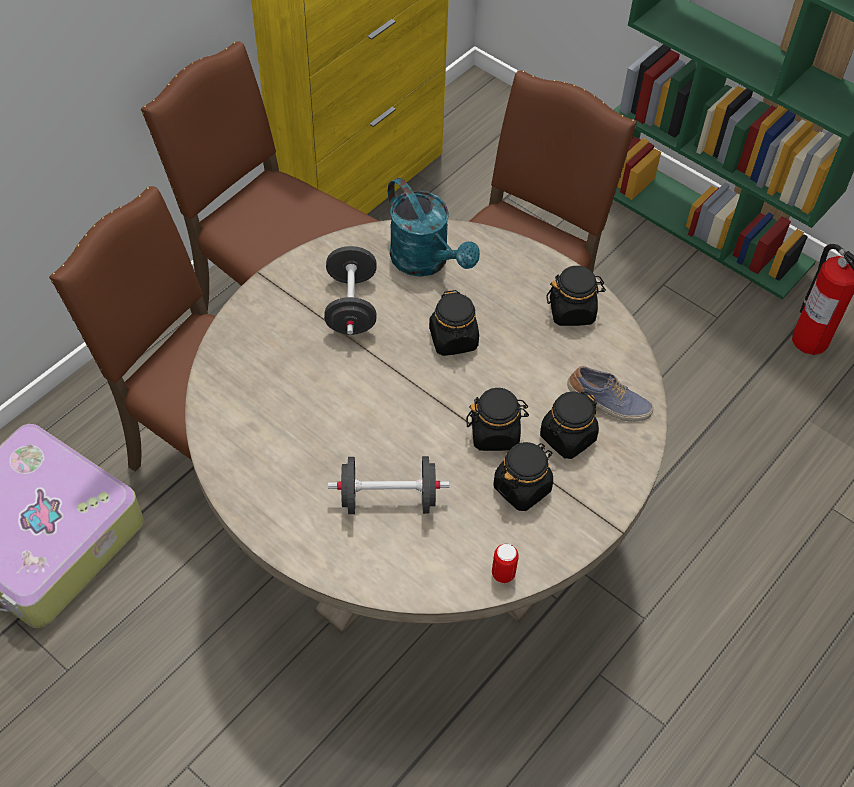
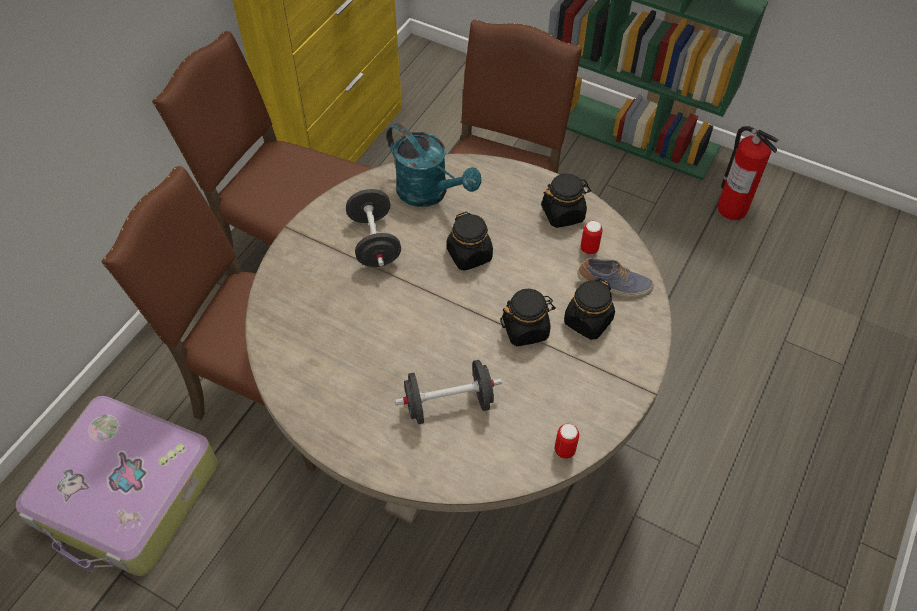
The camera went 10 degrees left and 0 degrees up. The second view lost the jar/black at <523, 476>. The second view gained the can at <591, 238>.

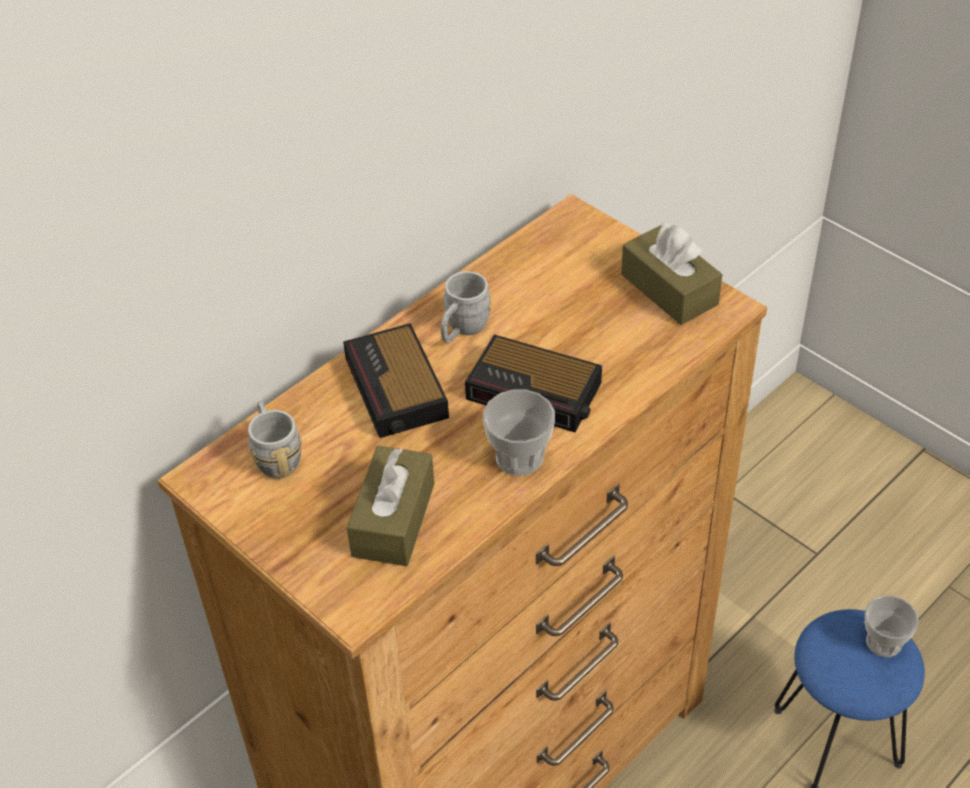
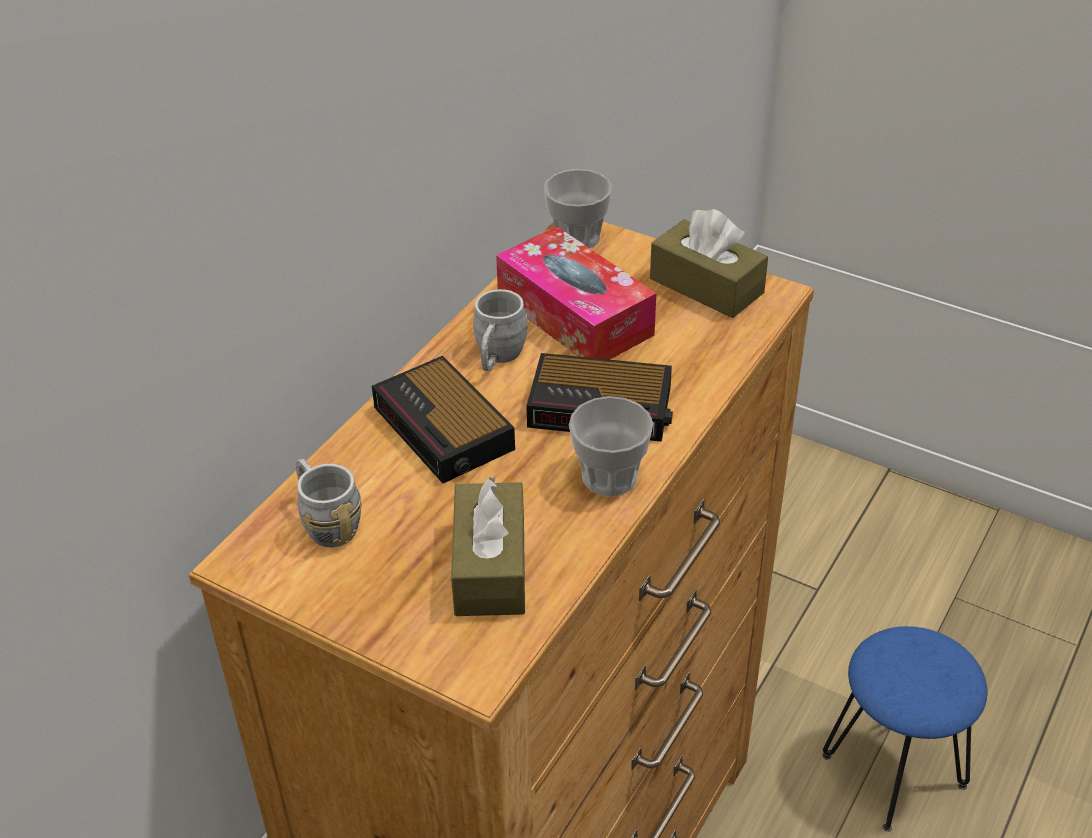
The camera went 15 degrees left and 5 degrees down. The cup ended up elsewhere, having gone from <892, 626> to <578, 208>. The second view gained the tissue box at <576, 293>.

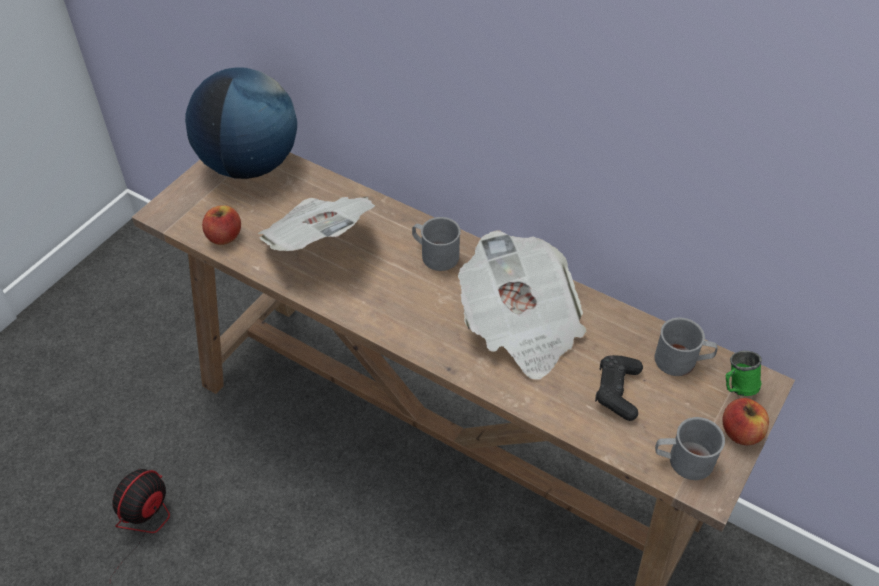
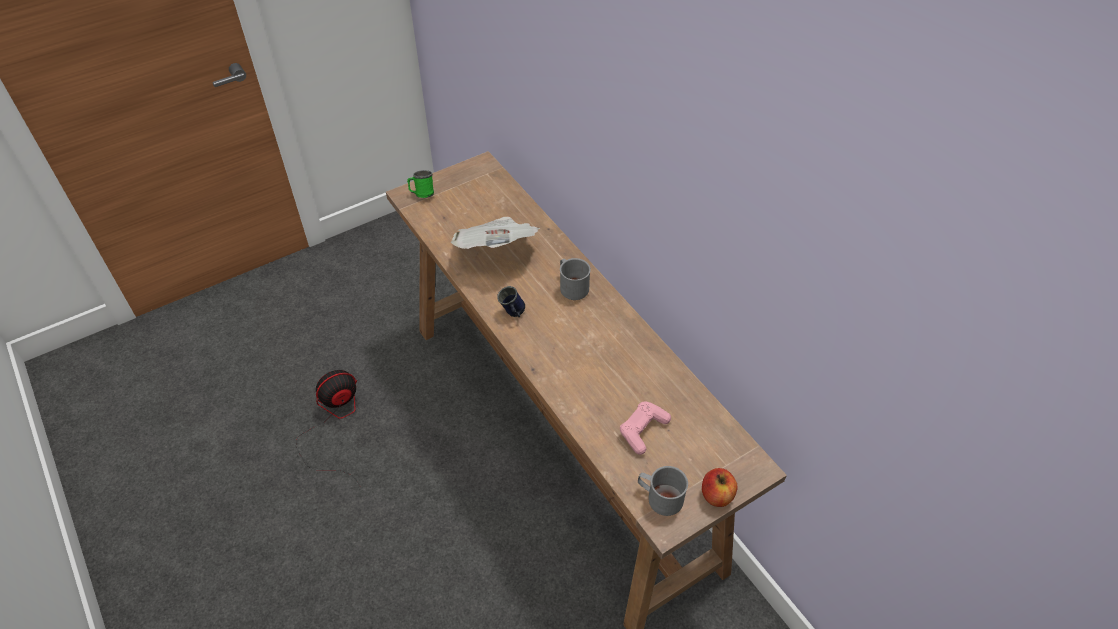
The camera went 25 degrees right and 0 degrees up. The second view lost the globe at <241, 123>. The second view lost the apple at <221, 225>. The second view lost the newspaper at <522, 305>. What was the game controller/black at <619, 388> turned into the game controller/pink at <645, 428>. The second view lost the mug/grey at <686, 346>. The mug/green ended up elsewhere, having gone from <744, 373> to <420, 184>. The second view gained the mug/blue at <511, 301>.

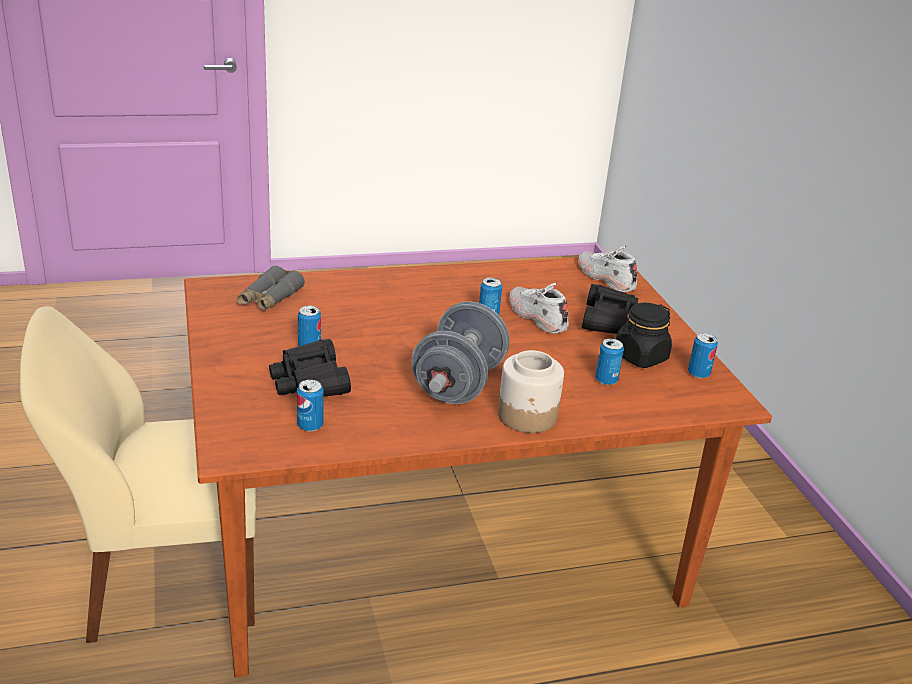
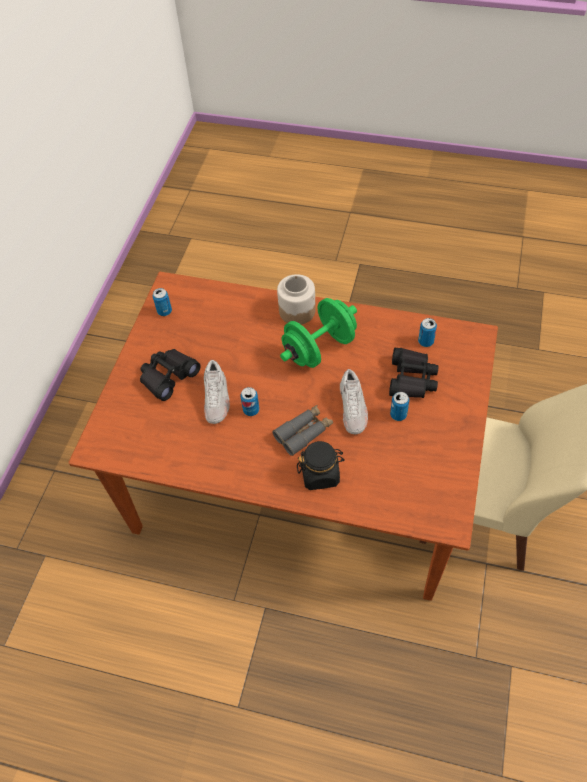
The camera went 145 degrees left and 25 degrees up. The binoculars/grey ended up elsewhere, having gone from <271, 288> to <303, 430>. What was the dumbbell/grey at <460, 352> turned into the dumbbell/green at <318, 333>. The shoe/white ended up elsewhere, having gone from <608, 269> to <354, 401>. The second view lost the can at <609, 362>. The jar/black ended up elsewhere, having gone from <644, 335> to <321, 465>.

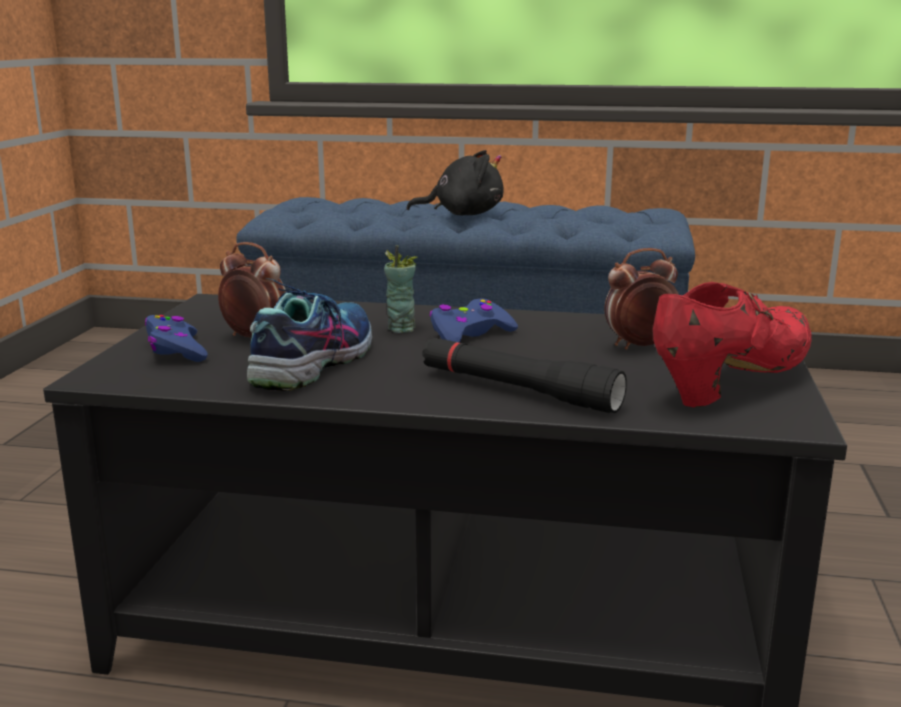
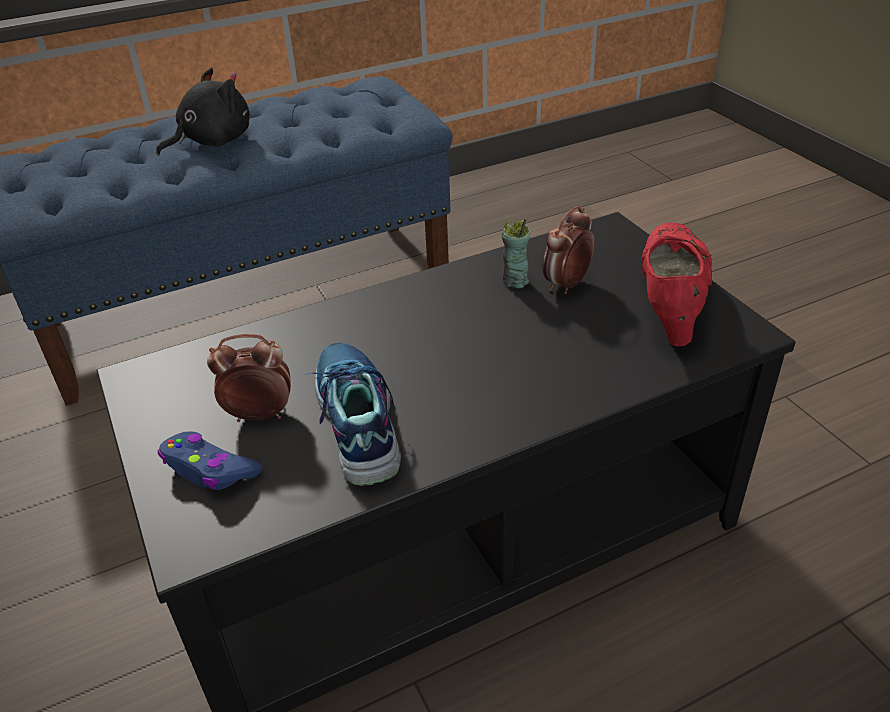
The camera went 35 degrees left and 20 degrees up. The cup ended up elsewhere, having gone from <401, 289> to <516, 253>. The second view lost the flashlight/black at <524, 375>. The second view lost the game controller/blue at <473, 320>.

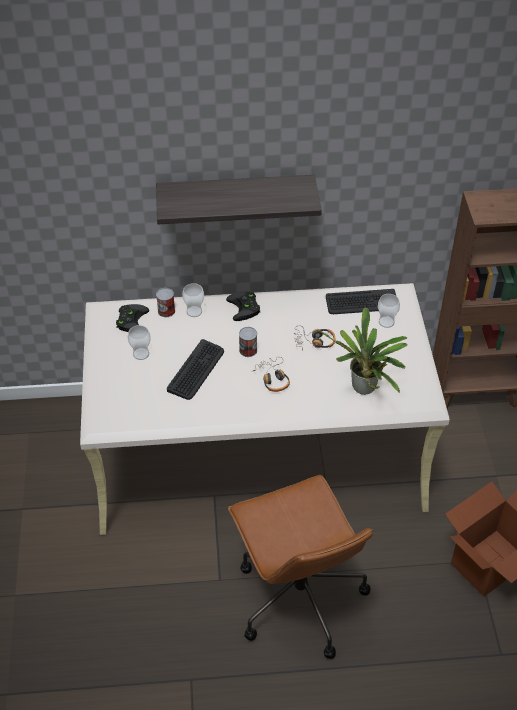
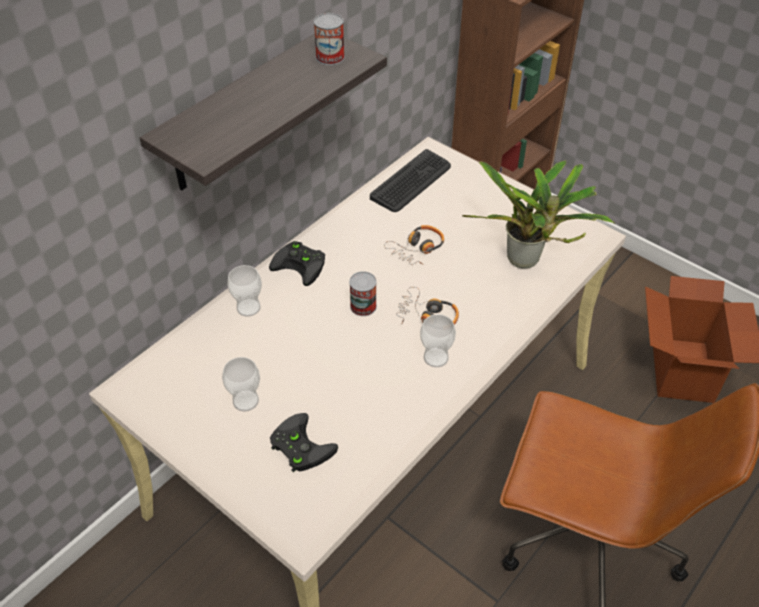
The camera went 45 degrees left and 0 degrees up. The game controller/black ended up elsewhere, having gone from <132, 318> to <304, 442>. The can ended up elsewhere, having gone from <165, 302> to <329, 39>. The second view lost the keyboard at <195, 369>. The cup ended up elsewhere, having gone from <389, 311> to <438, 340>.

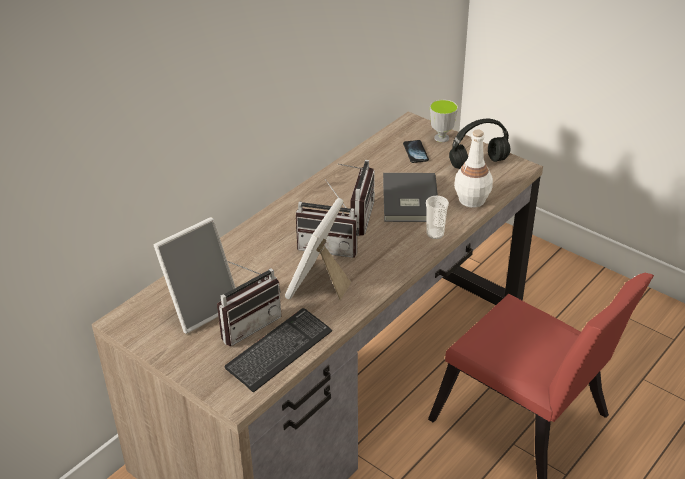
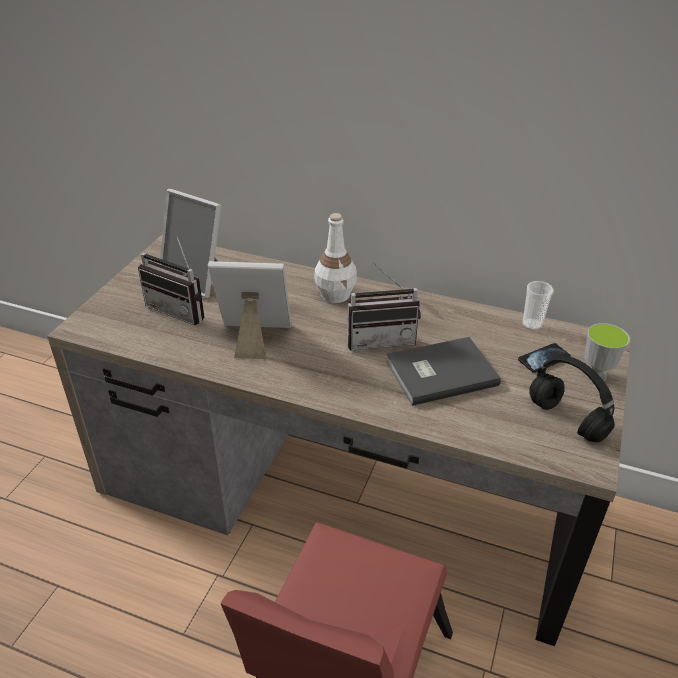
The camera went 70 degrees right and 0 degrees up. The second view lost the keyboard at <278, 350>. The second view lost the radio at <327, 218>. The cup ended up elsewhere, having gone from <437, 217> to <537, 305>. The bottle/white ended up elsewhere, having gone from <473, 168> to <335, 258>.

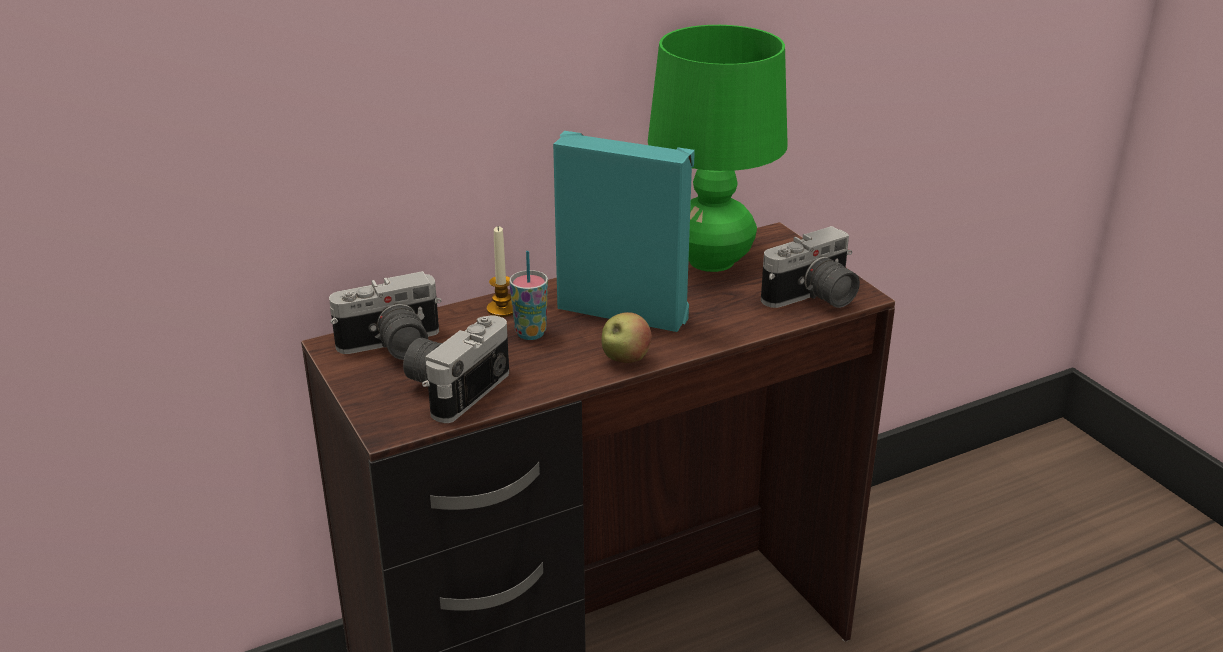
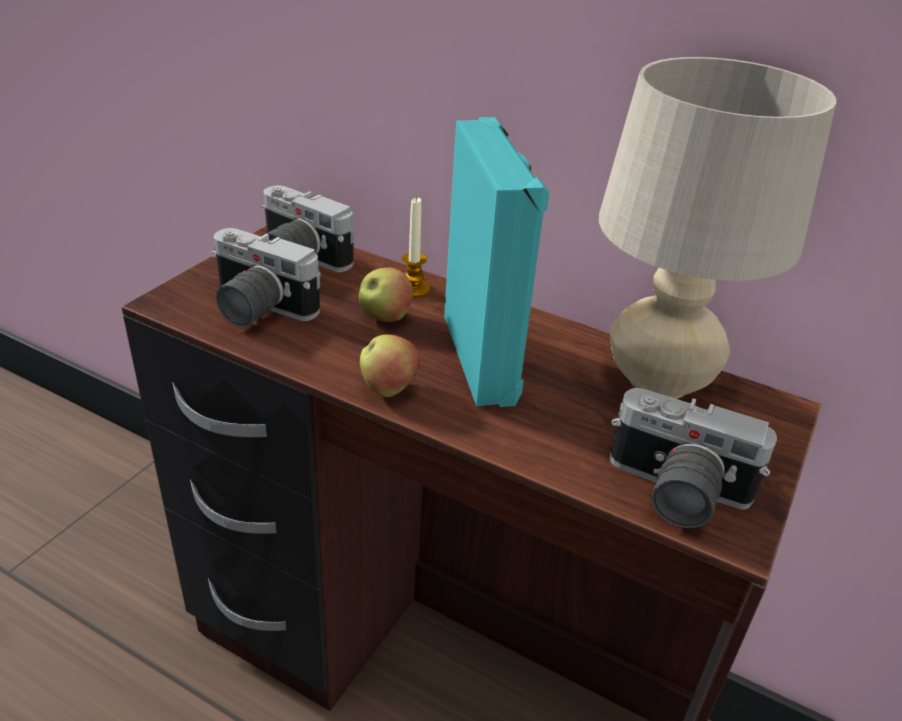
The camera went 55 degrees right and 5 degrees up. The photo camera at <456, 369> ended up facing another way, 150 degrees counterclockwise from before. Where the cup stood at <528, 295>, the apple came to stand at <386, 294>. What was the table lamp/green at <718, 148> turned into the table lamp/beige at <717, 228>.

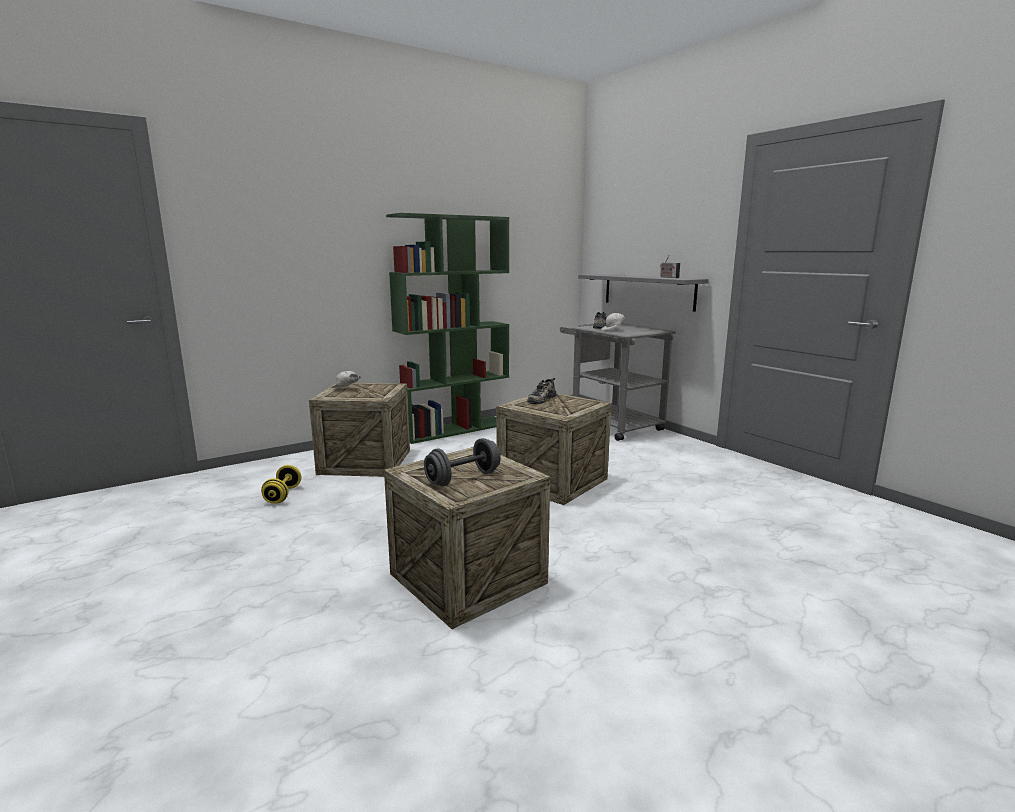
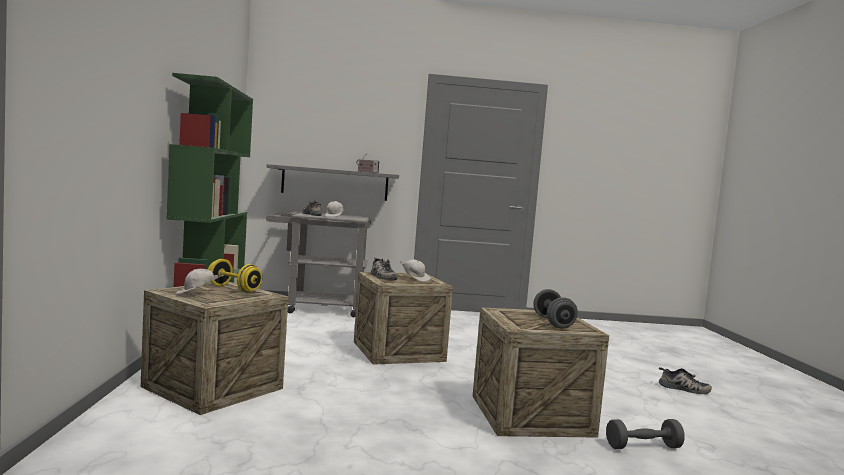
The camera went 60 degrees left and 10 degrees down. The dumbbell/yellow ended up elsewhere, having gone from <281, 484> to <235, 276>. The second view gained the cap/white at <415, 270>. The second view gained the dumbbell/grey at <645, 434>. The second view gained the shoe at <685, 380>.

